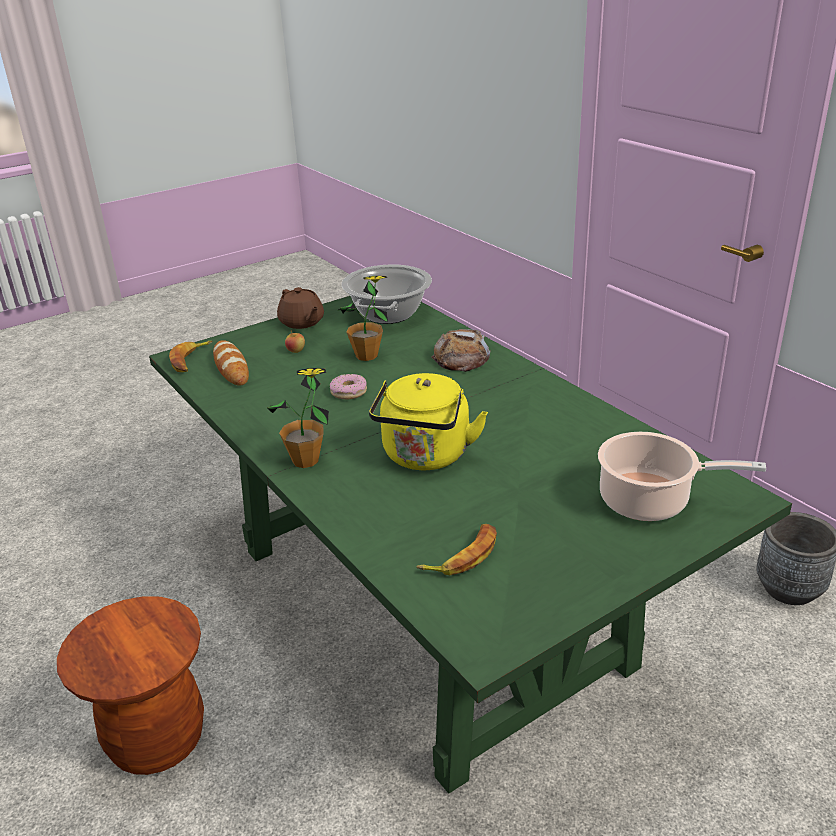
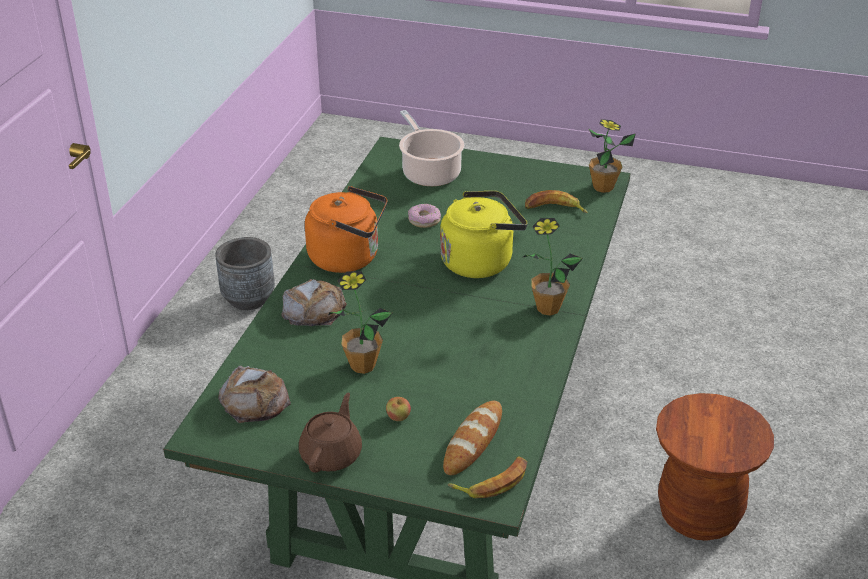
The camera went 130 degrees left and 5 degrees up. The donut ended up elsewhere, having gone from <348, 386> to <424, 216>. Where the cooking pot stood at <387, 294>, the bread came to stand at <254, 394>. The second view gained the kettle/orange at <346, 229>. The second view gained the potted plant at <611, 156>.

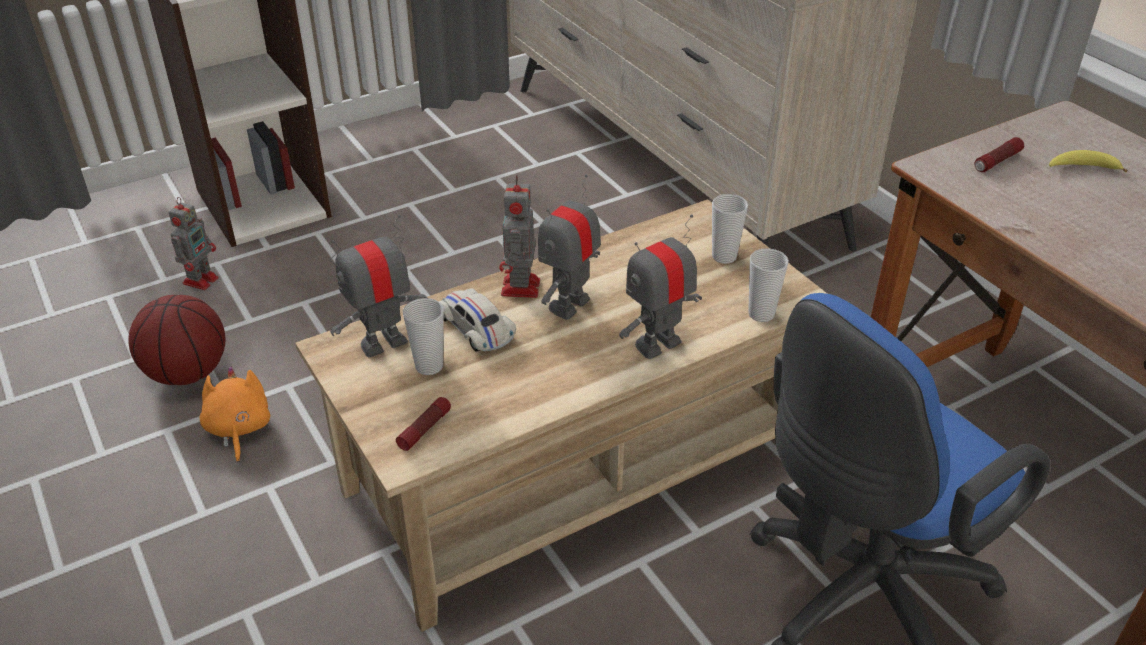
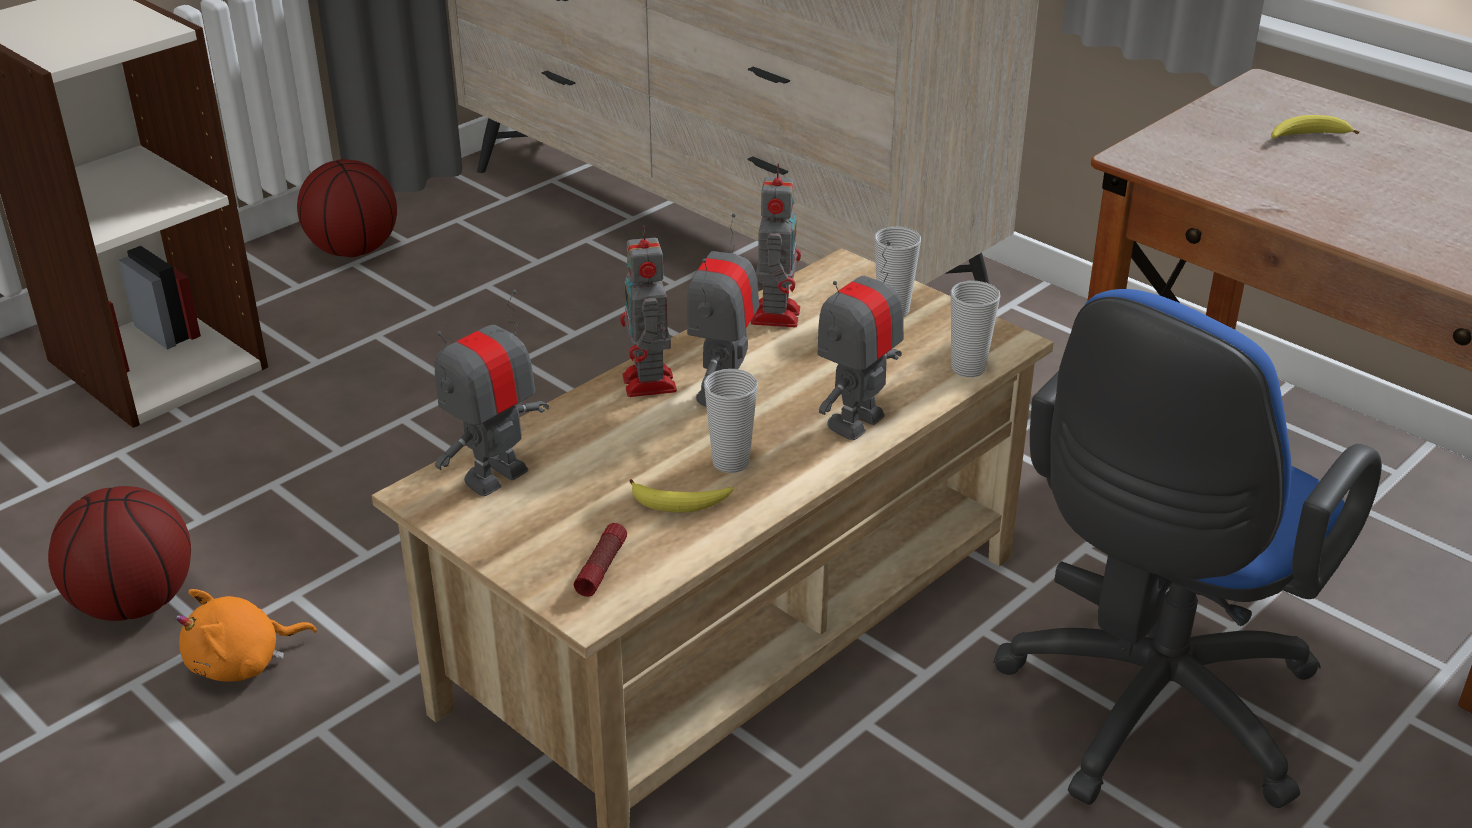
The camera went 15 degrees left and 5 degrees down. The toy robot ended up elsewhere, having gone from <193, 243> to <776, 245>. The plush toy/orange at <235, 414> ended up facing another way, 90 degrees counterclockwise from before. The cup ended up elsewhere, having gone from <423, 336> to <731, 421>. The second view lost the toy car/white at <477, 320>. The second view lost the flashlight at <999, 154>. The second view gained the basketball at <347, 208>. The second view gained the banana at <681, 496>.

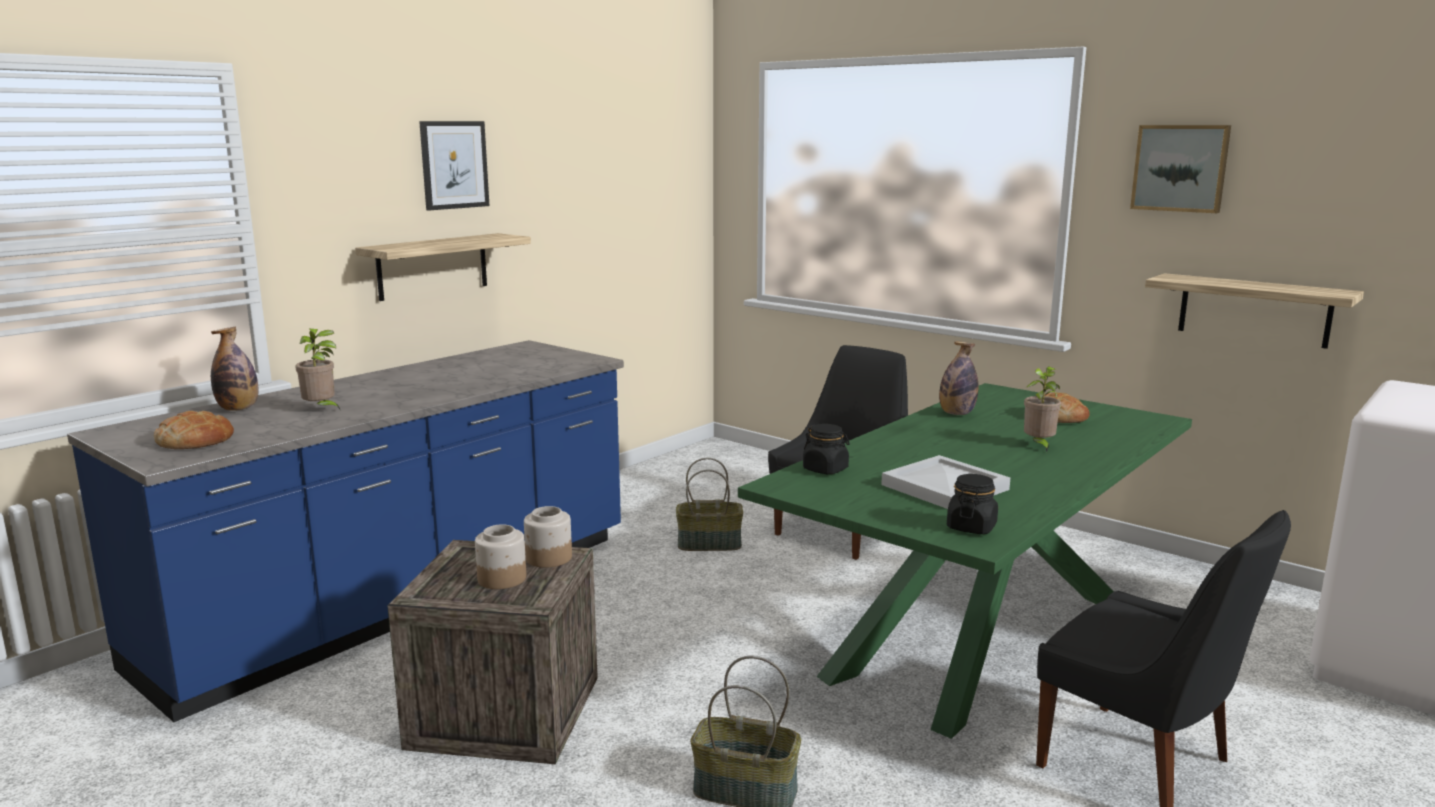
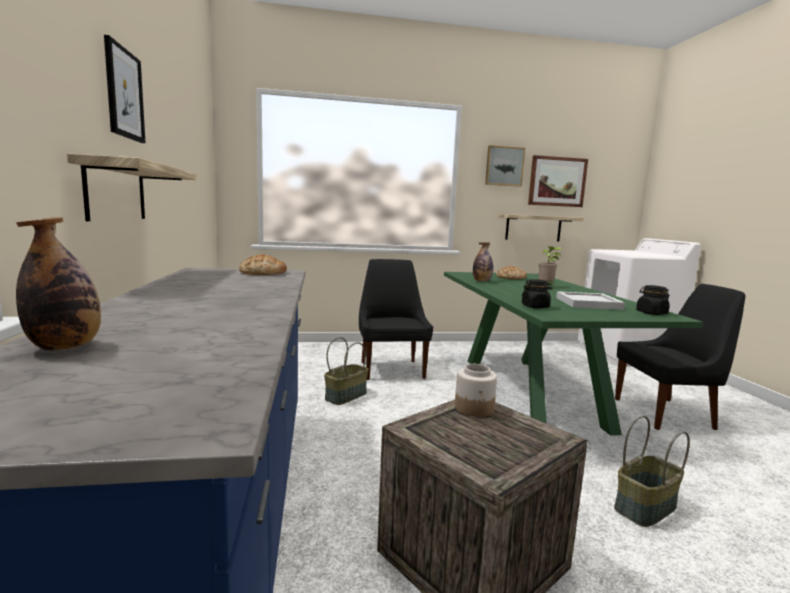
The camera went 50 degrees left and 5 degrees down. The bread ended up elsewhere, having gone from <194, 430> to <263, 264>. The second view lost the potted plant at <317, 369>. The second view lost the jar at <500, 556>. The second view gained the picture at <558, 181>.

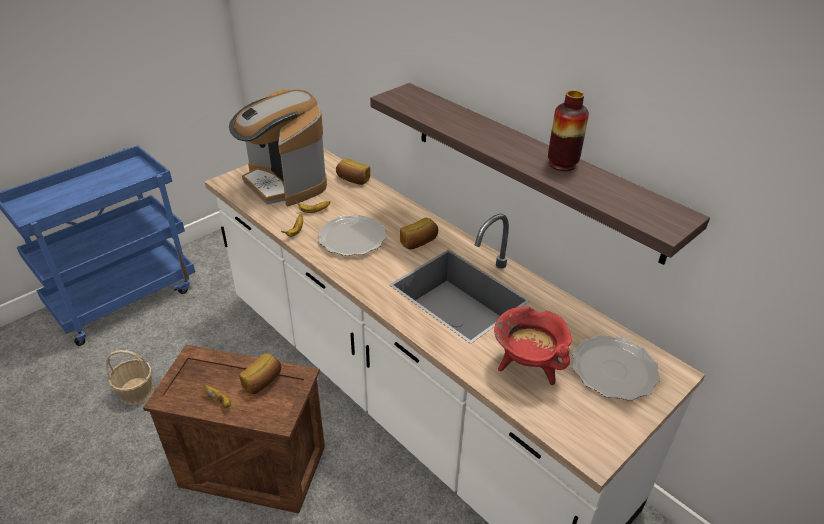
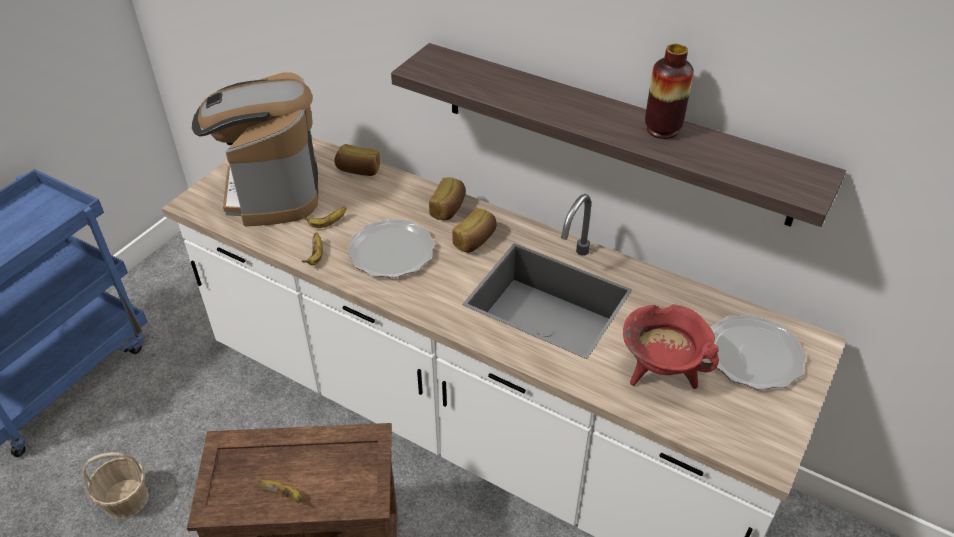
The camera went 15 degrees left and 5 degrees up. The coffee machine at <278, 148> ended up facing another way, 45 degrees clockwise from before. The bread ended up elsewhere, having gone from <260, 373> to <447, 199>.

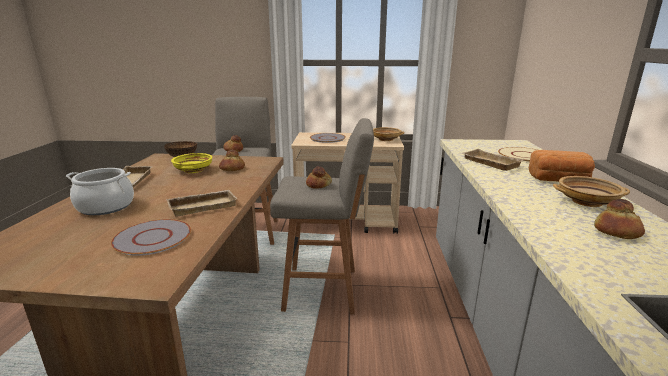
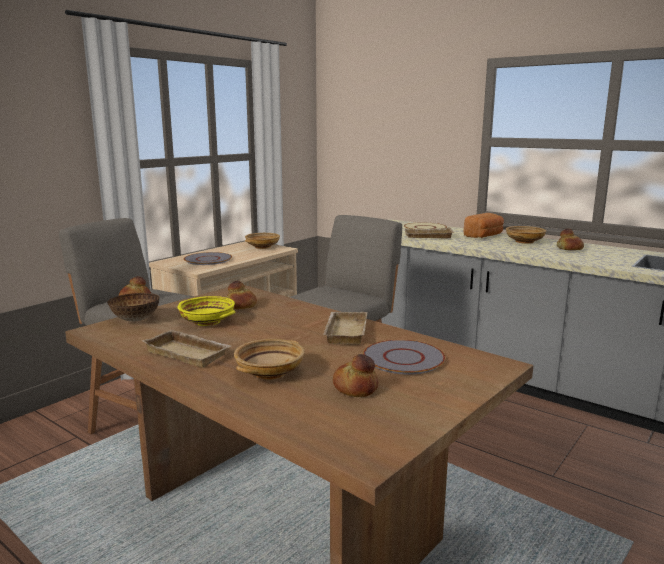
The camera went 55 degrees left and 5 degrees down. Where the cooking pot stood at <100, 191>, the bowl/beige came to stand at <269, 359>. The bread ended up elsewhere, having gone from <319, 177> to <356, 375>.

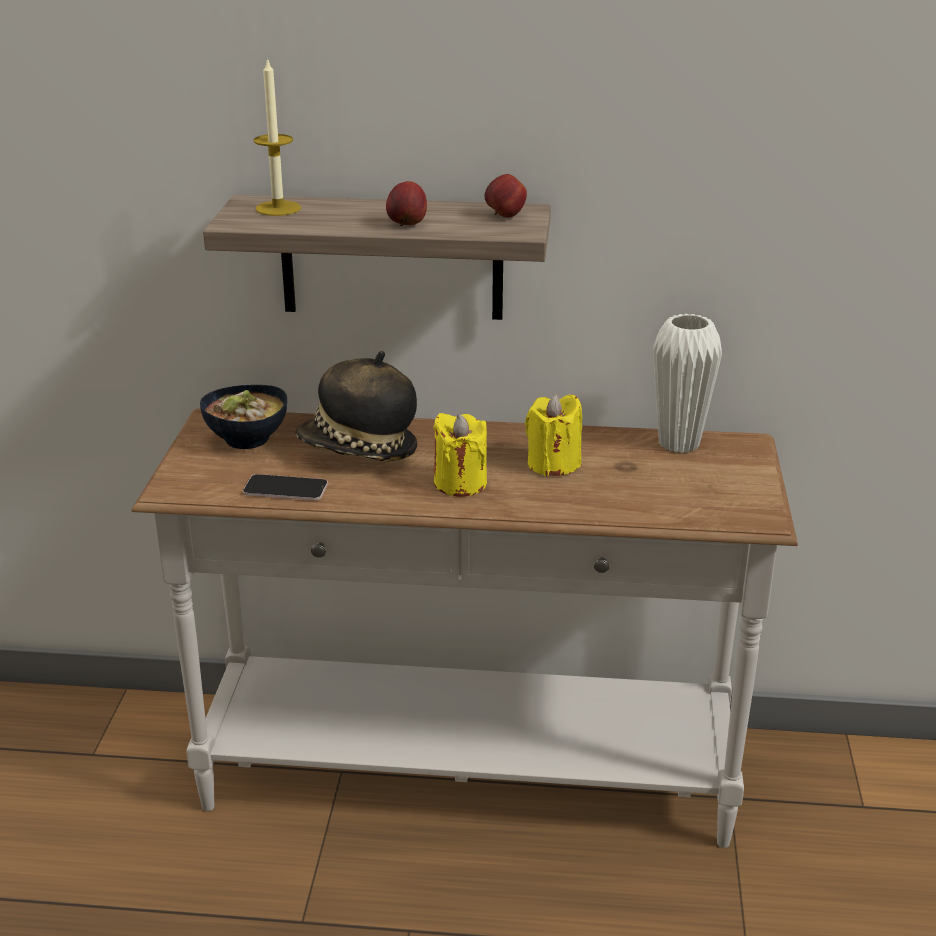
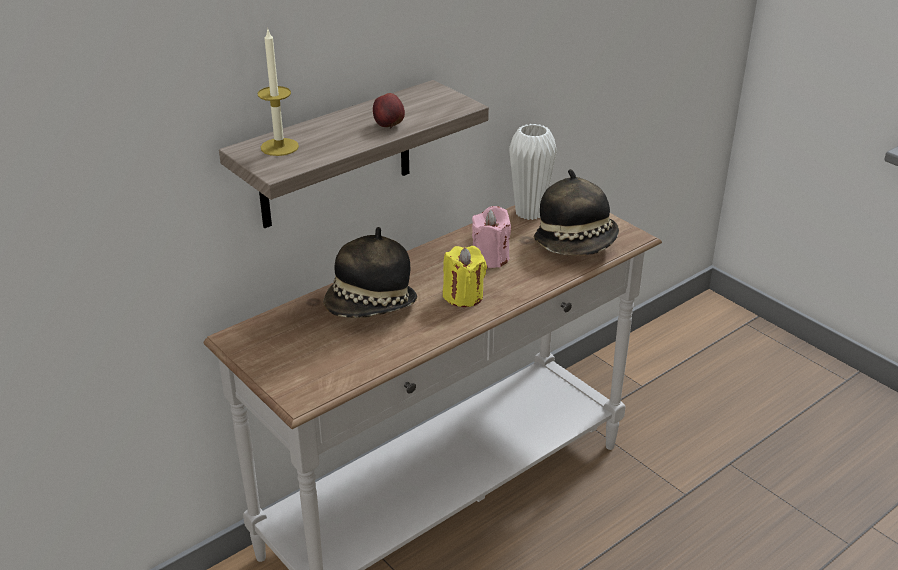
The camera went 45 degrees left and 5 degrees up. The second view lost the bowl at <243, 417>. The second view lost the phone at <285, 487>. The second view lost the apple at <505, 195>. What was the candle/yellow at <553, 435> turned into the candle/pink at <491, 237>. The second view gained the hat at <576, 212>.

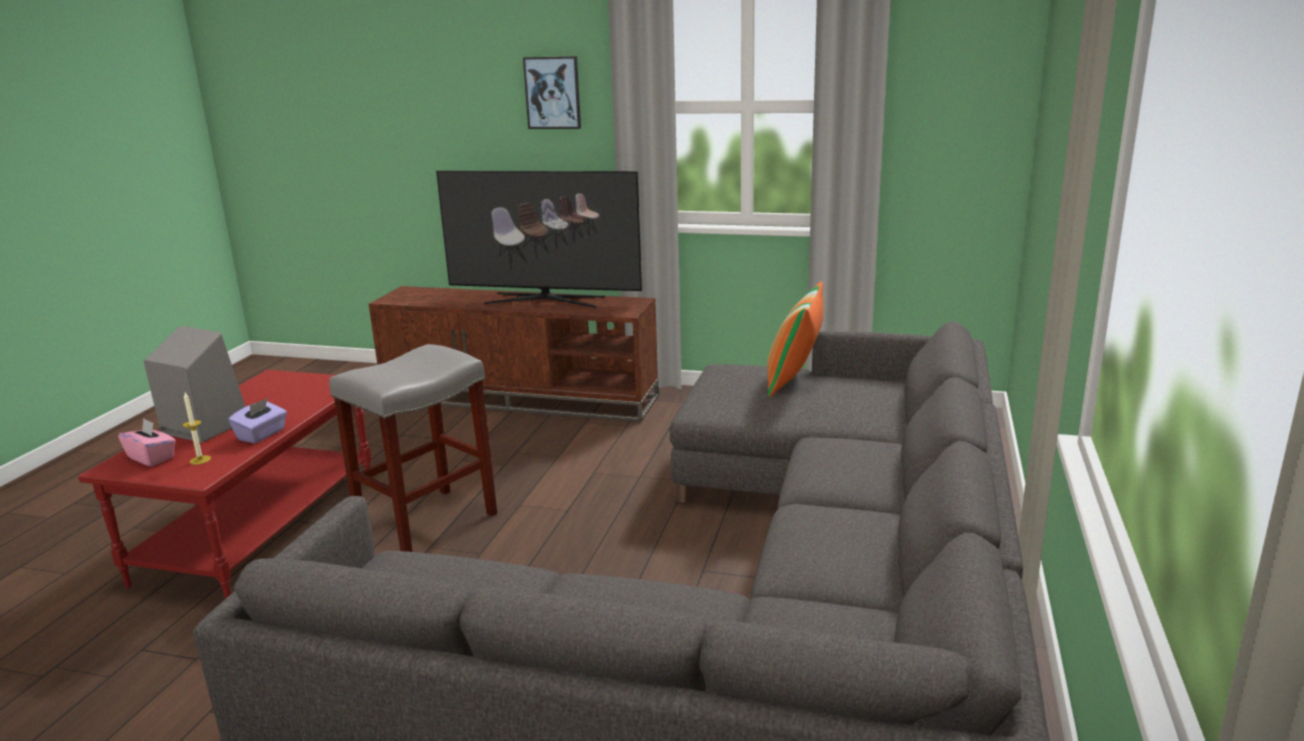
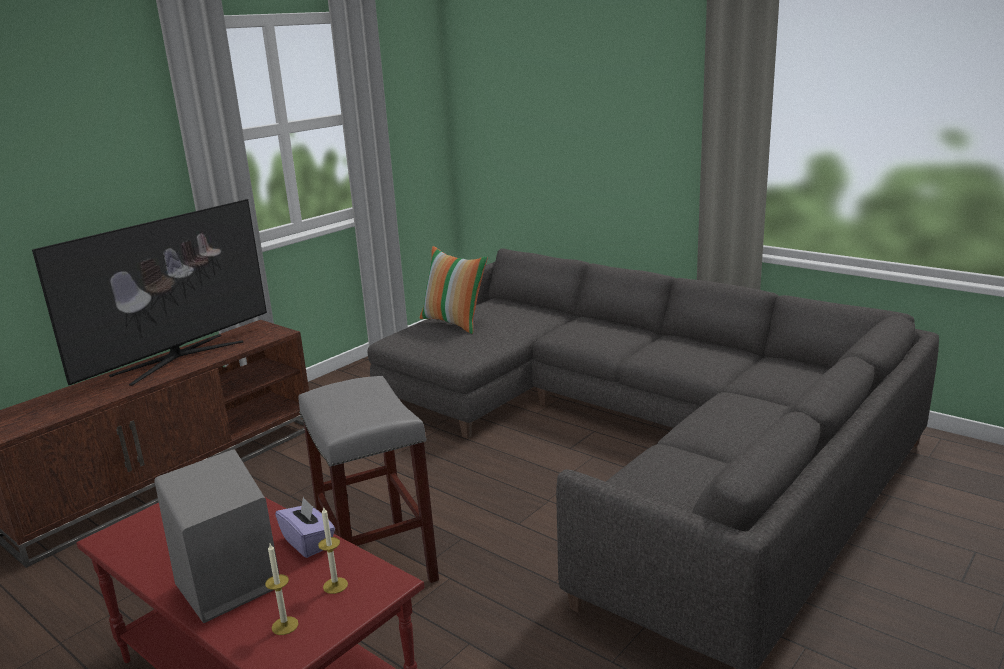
The camera went 65 degrees left and 0 degrees up. Where the tissue box/pink stood at <147, 442>, the candle came to stand at <281, 589>. The second view lost the picture at <552, 92>.

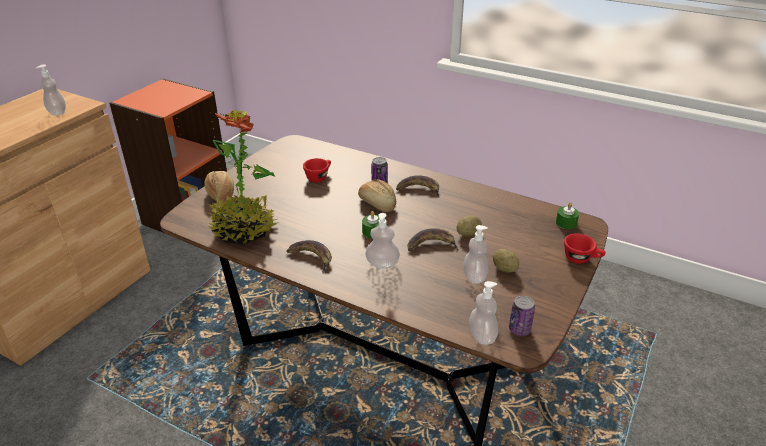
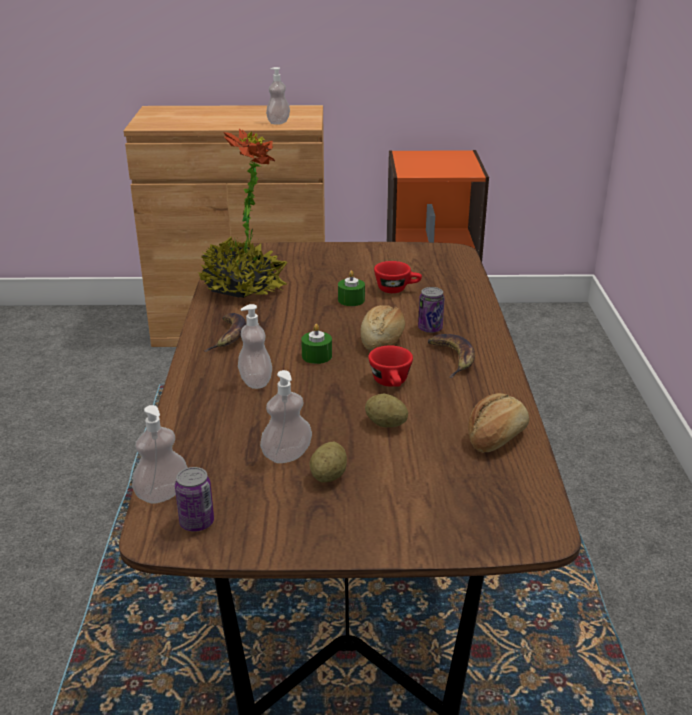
The camera went 60 degrees right and 5 degrees down. The bread ended up elsewhere, having gone from <219, 186> to <498, 423>. The second view lost the banana at <433, 240>. The candle/green ended up elsewhere, having gone from <567, 215> to <351, 288>. The cup/red ended up elsewhere, having gone from <585, 249> to <390, 366>.

